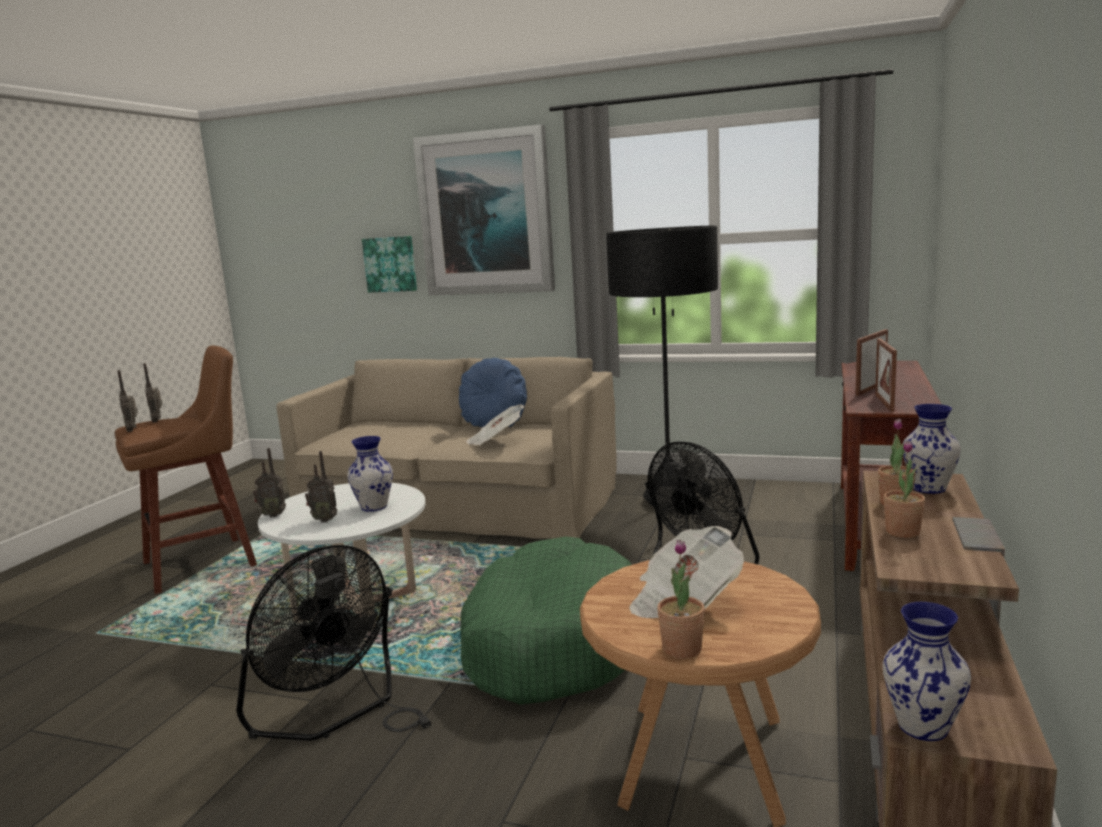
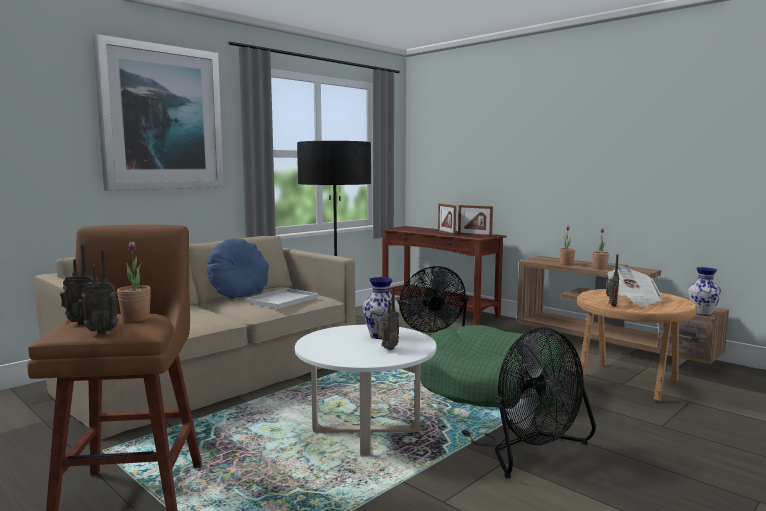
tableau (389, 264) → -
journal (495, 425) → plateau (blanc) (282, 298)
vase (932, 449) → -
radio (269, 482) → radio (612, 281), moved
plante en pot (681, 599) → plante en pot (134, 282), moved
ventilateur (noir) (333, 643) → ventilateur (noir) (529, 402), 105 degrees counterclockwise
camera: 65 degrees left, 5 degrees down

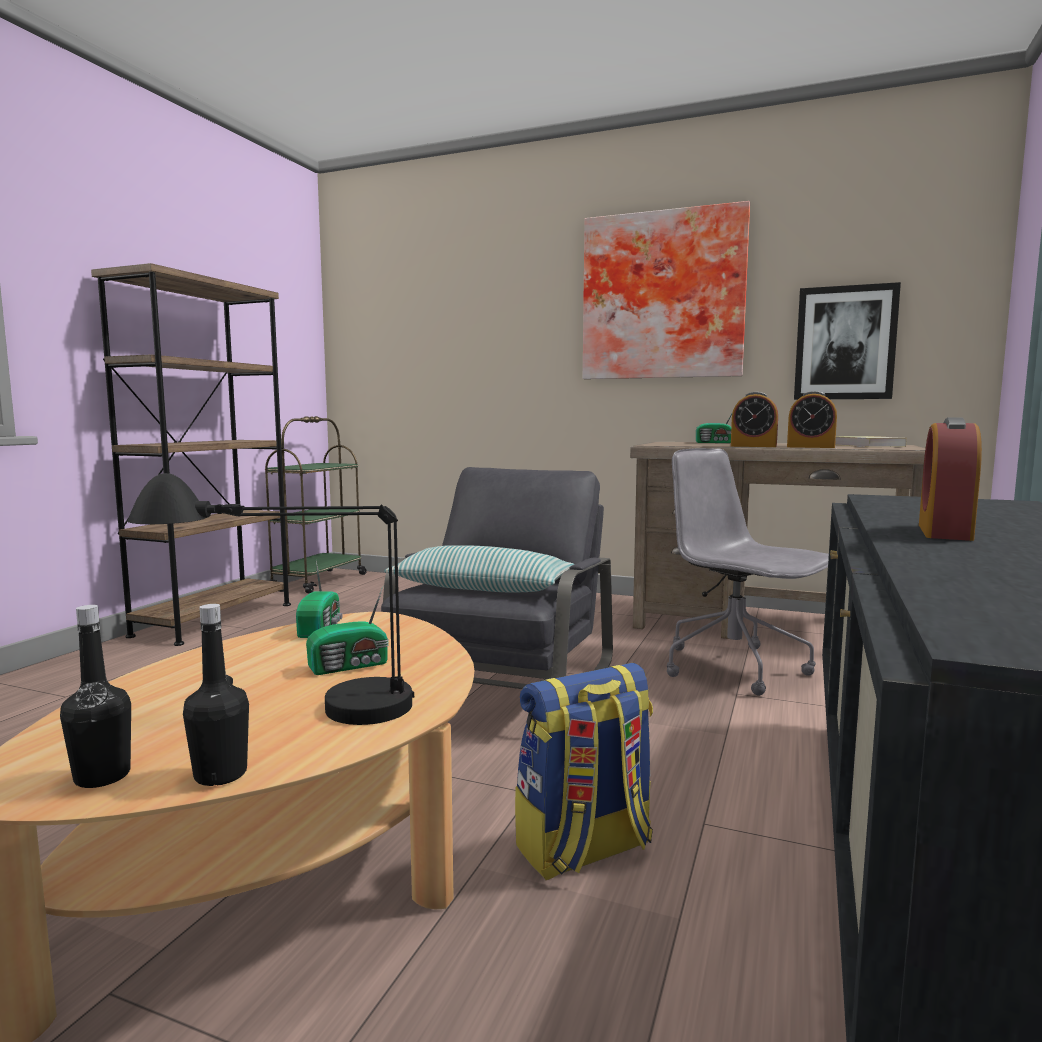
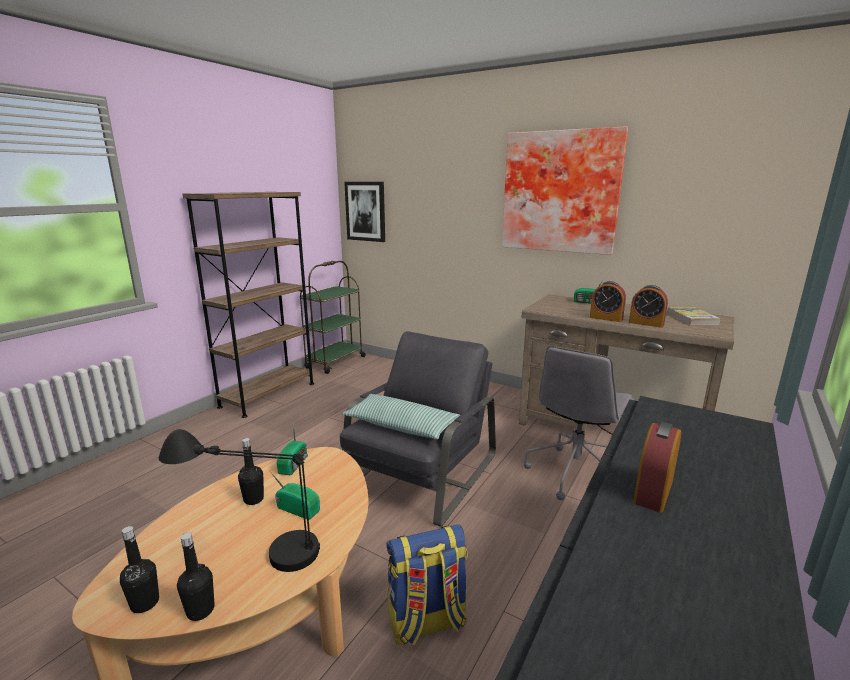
tableau (847, 341) → tableau (364, 212), moved
chaise de bureau (gris) (748, 572) → chaise de bureau (gris) (579, 423), 120 degrees counterclockwise
radio (347, 630) → radio (295, 495), 135 degrees counterclockwise
- → bouteille (noir) (251, 471)
camera: 10 degrees right, 10 degrees up

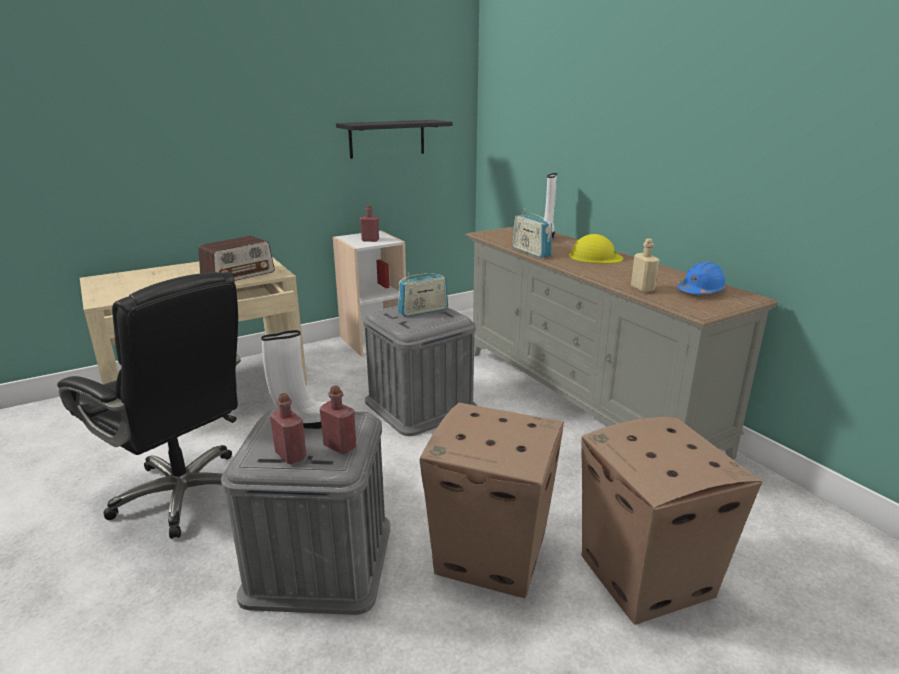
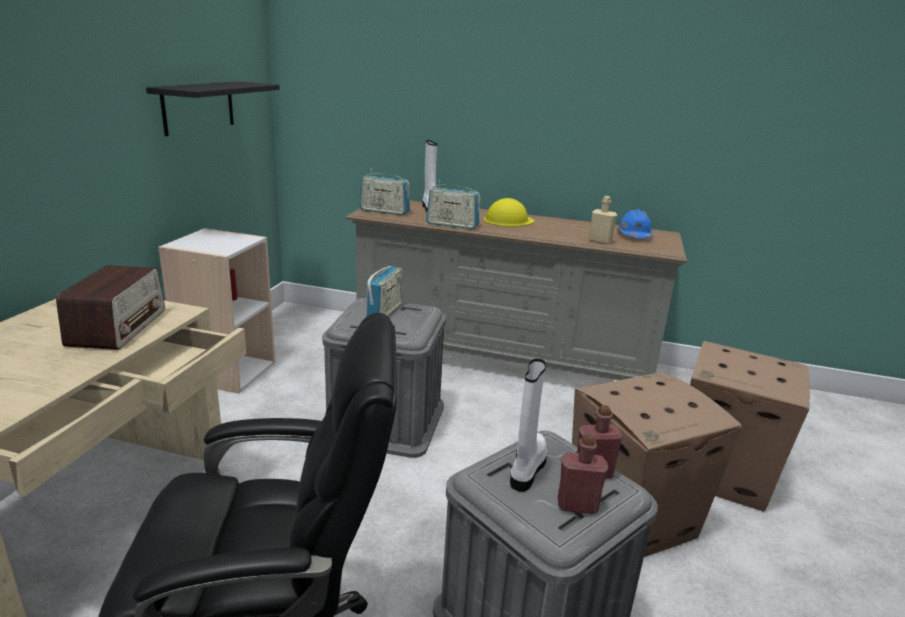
bouteille (rouge) (369, 223) → -
- → radio (385, 192)
camera: 45 degrees left, 0 degrees up

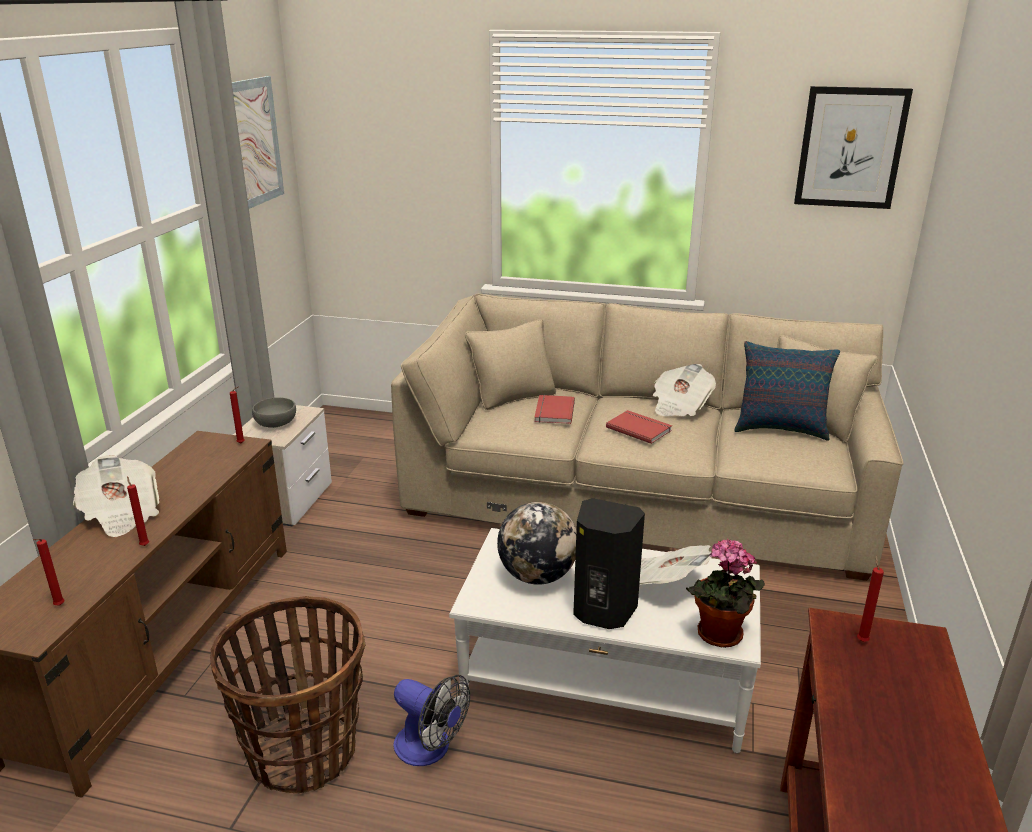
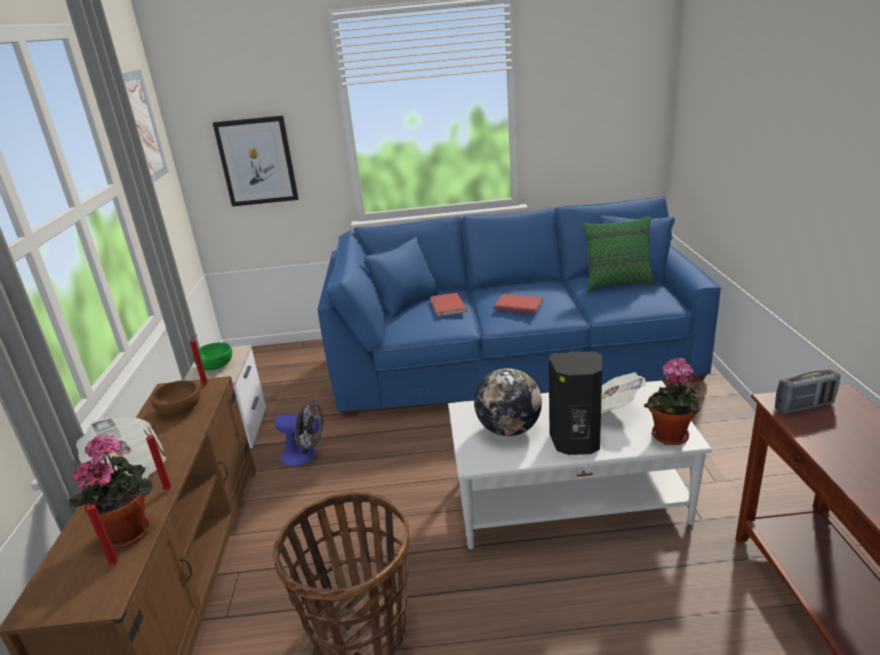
tableau (853, 147) → tableau (256, 160), moved
canapé (beige) (647, 437) → canapé (bleu) (519, 306)
coussin (bleu) (787, 391) → coussin (vert) (619, 255)
journal (684, 390) → -
bol (gris) (274, 412) → bol (vert) (212, 356)
bougie (rouge) (870, 599) → radio (808, 391)
ventilateur (431, 720) → ventilateur (299, 433), moved
- → bol (marron) (175, 398)
- → plante en pot (111, 491)
camera: 15 degrees left, 0 degrees up

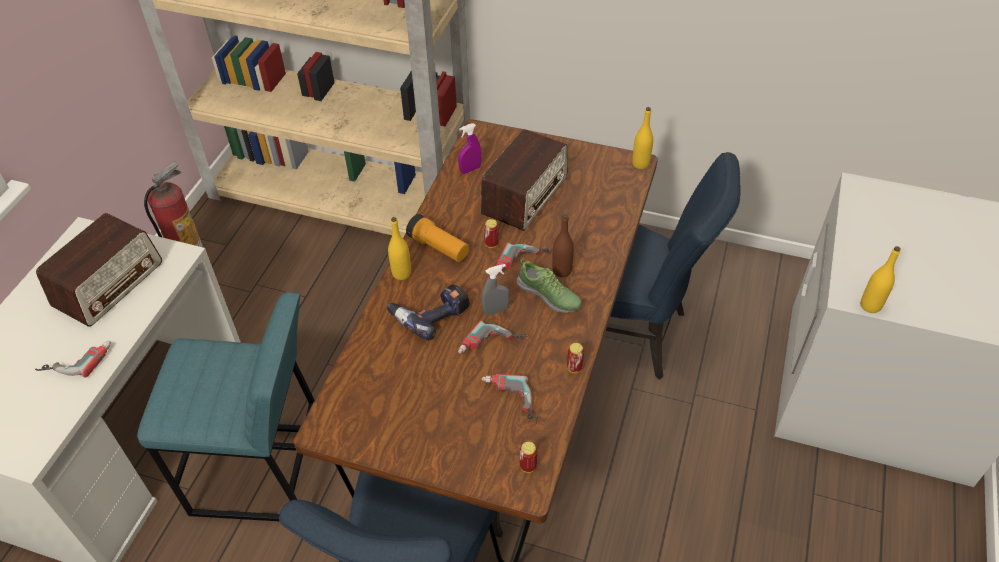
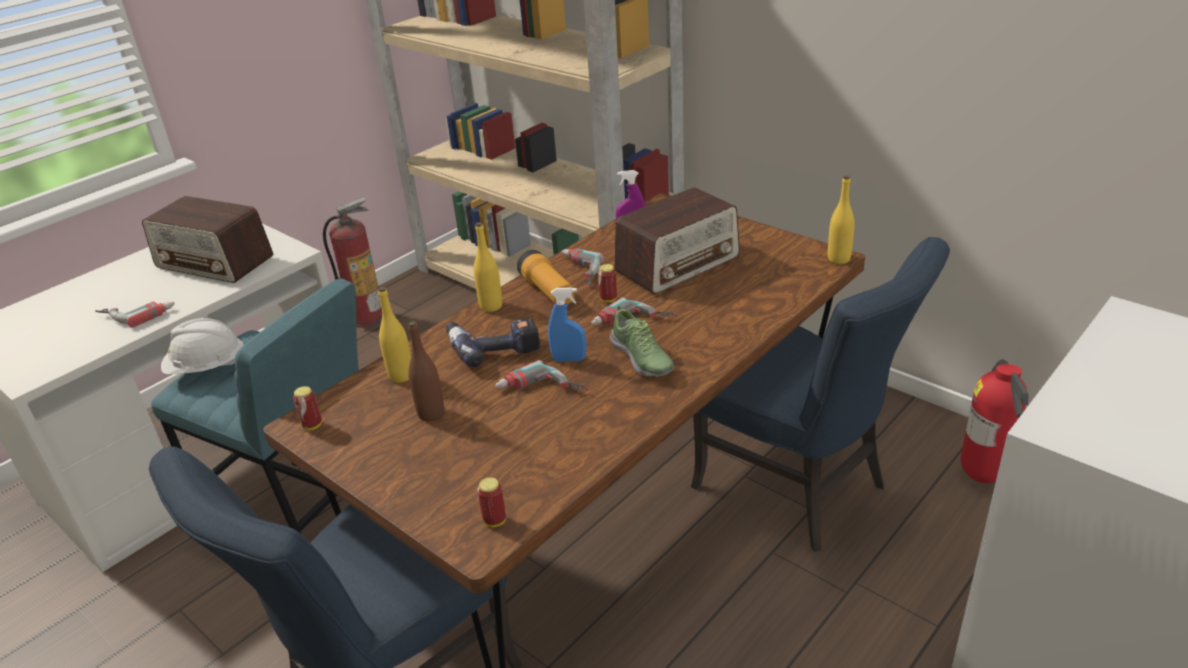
radio (99, 270) → radio (207, 239), 60 degrees clockwise
bouteille (marron) (563, 245) → bouteille (marron) (426, 371), moved
bouteille (jaune) (881, 279) → bouteille (jaune) (394, 335), moved
vaporisateur (gris) (495, 290) → vaporisateur (bleu) (567, 324)
boîte métallique (575, 358) → boîte métallique (307, 408), moved
perceuse (509, 399) → perceuse (582, 267), moved
- → casque de chantier (blanc) (202, 346)
- → extincteur (995, 421)
camera: 25 degrees right, 15 degrees down

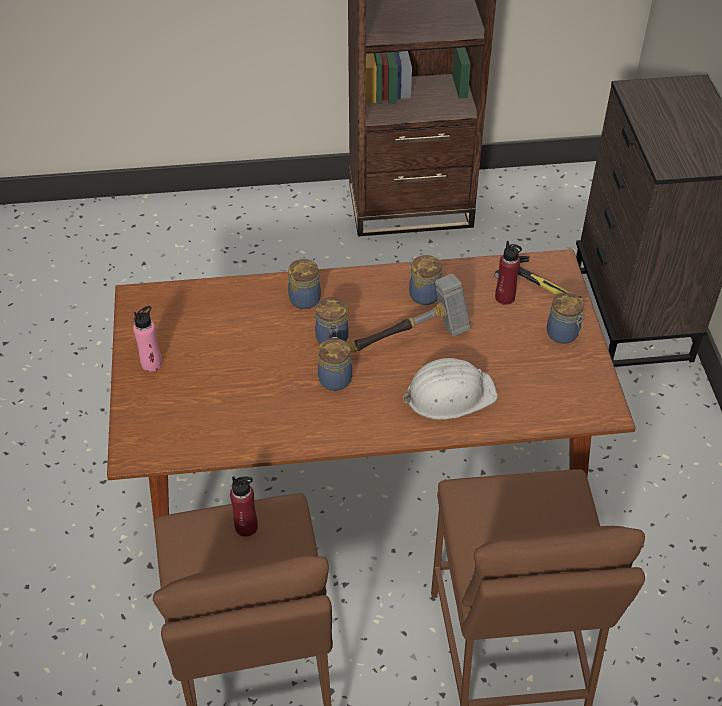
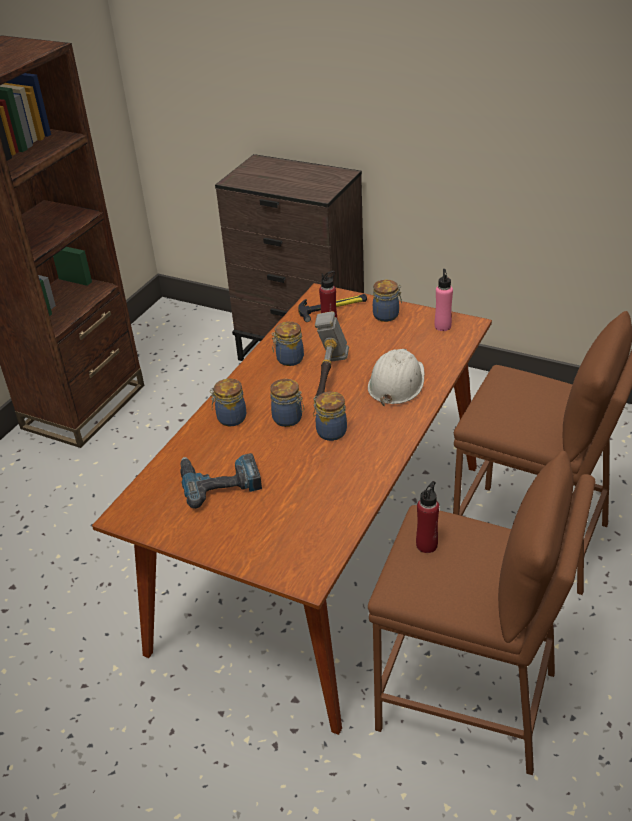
bouteille (rose) (147, 339) → bouteille (rose) (444, 300), moved
- → perceuse (221, 481)
camera: 55 degrees left, 10 degrees down

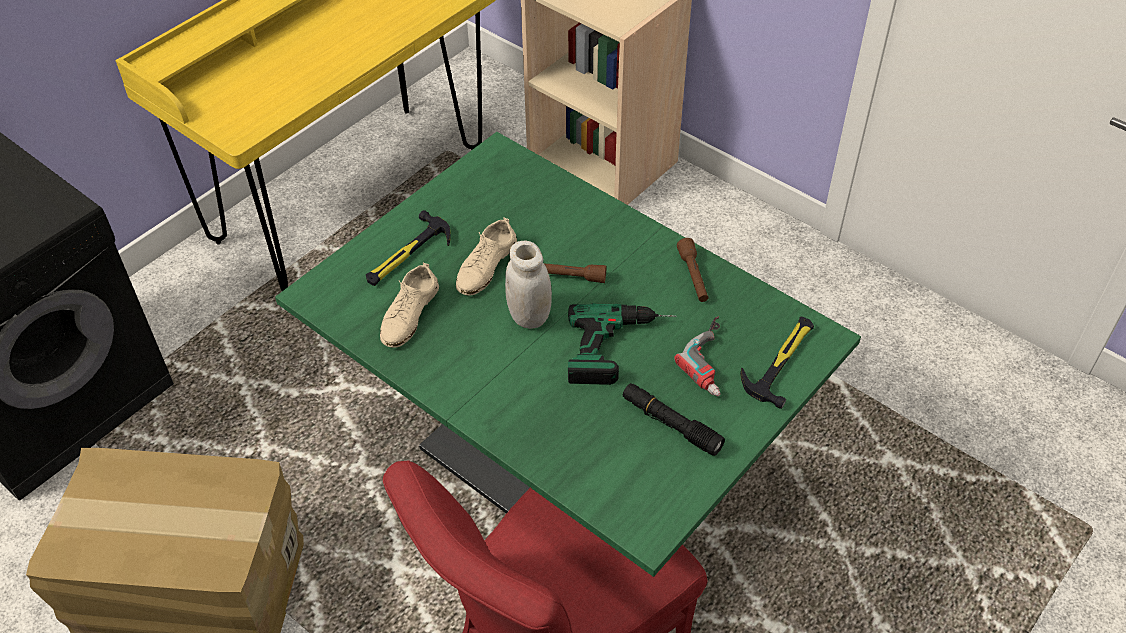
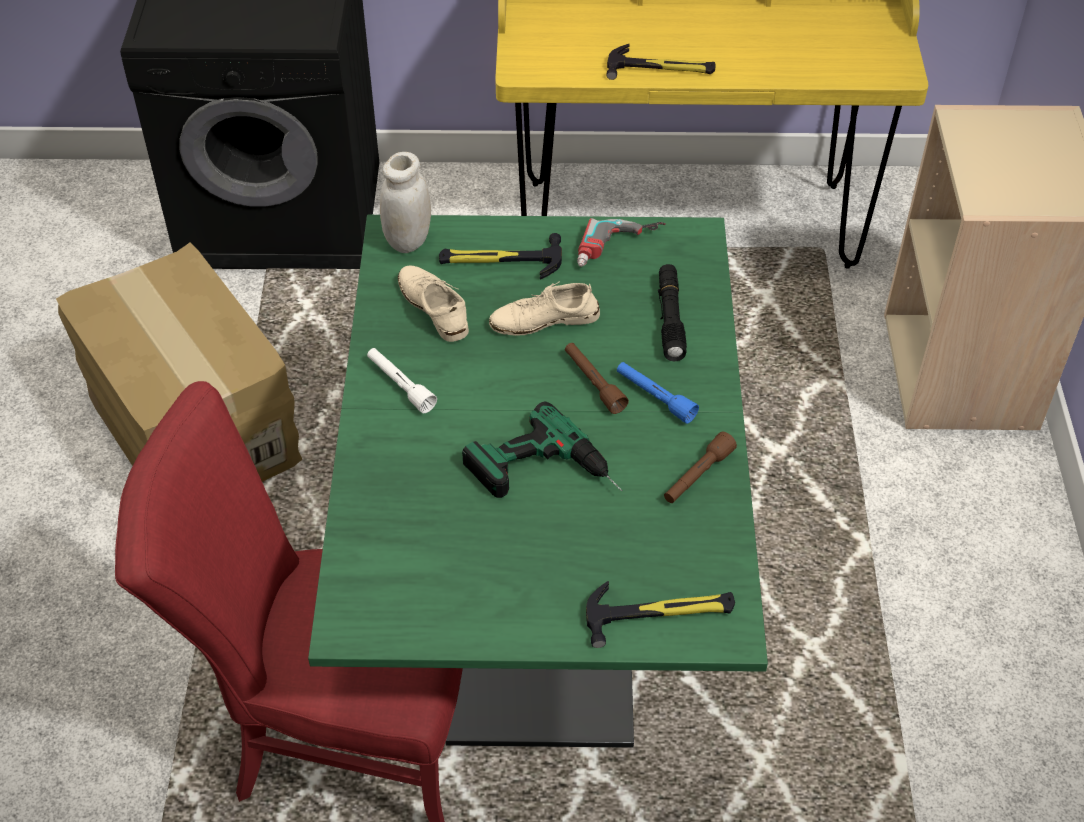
bocal (blanc) (528, 285) → bocal (blanc) (405, 202), moved
chaussure (beige) (409, 305) → chaussure (beige) (433, 303), 75 degrees clockwise
perceuse (697, 356) → perceuse (621, 242), moved
lampe de poche (noir) (674, 419) → lampe de poche (noir) (672, 312), moved
- → marteau (660, 62)
- → lampe de poche (blanc) (402, 380)
- → lampe de poche (bleu) (658, 393)
camera: 50 degrees right, 0 degrees up

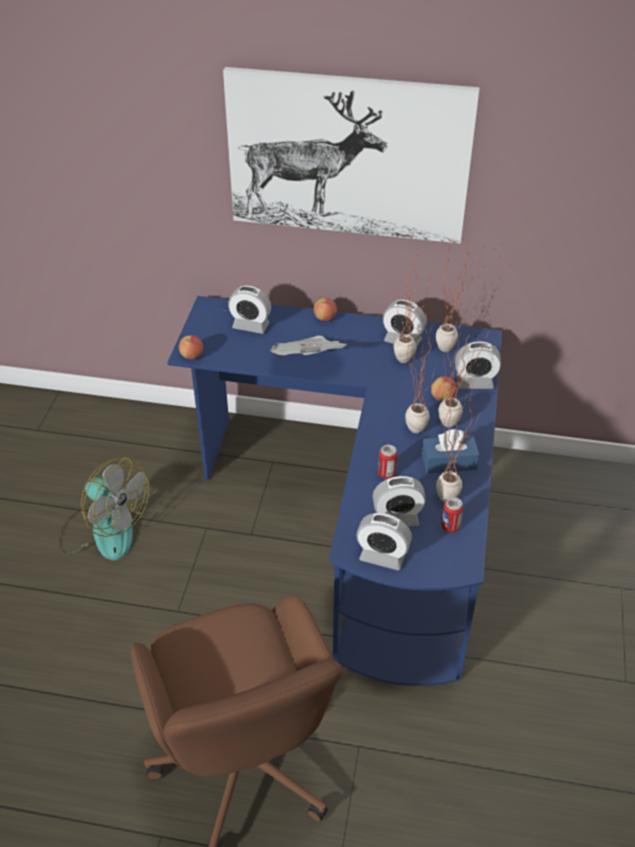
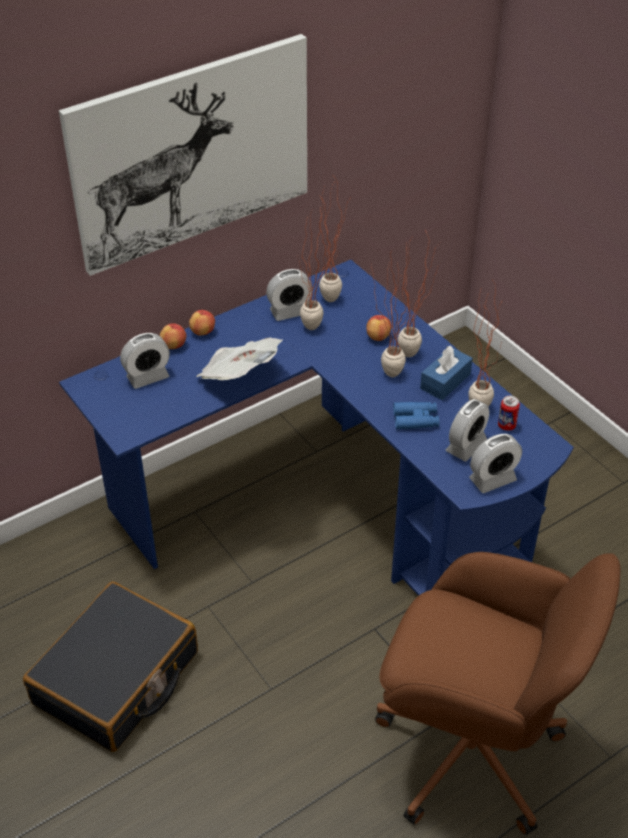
pomme (191, 347) → pomme (173, 336), moved
réveil (478, 365) → -
boîte métallique (388, 462) → jumelles (bleu) (416, 415)
ventilateur (103, 508) → valise (noir) (110, 666)
camera: 45 degrees left, 0 degrees up

